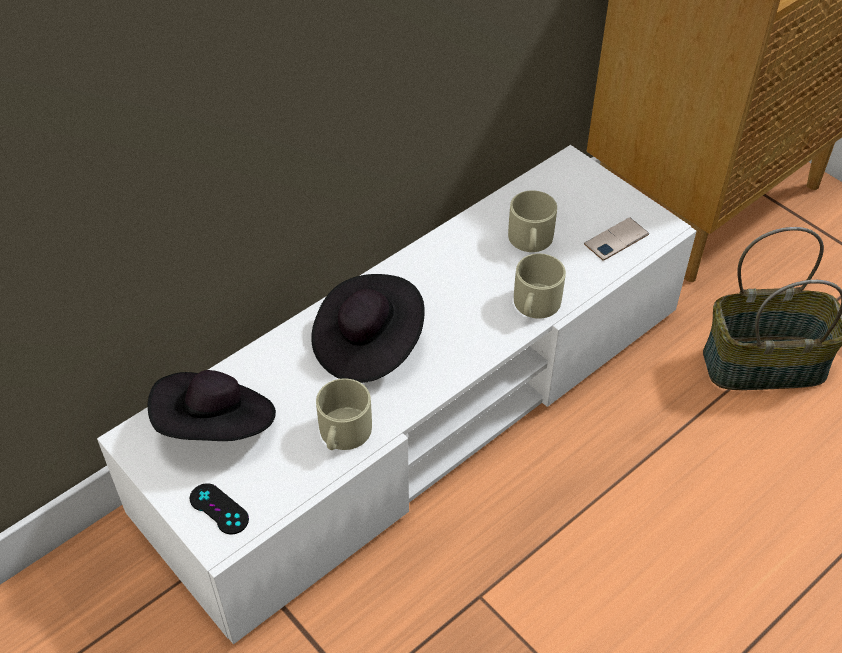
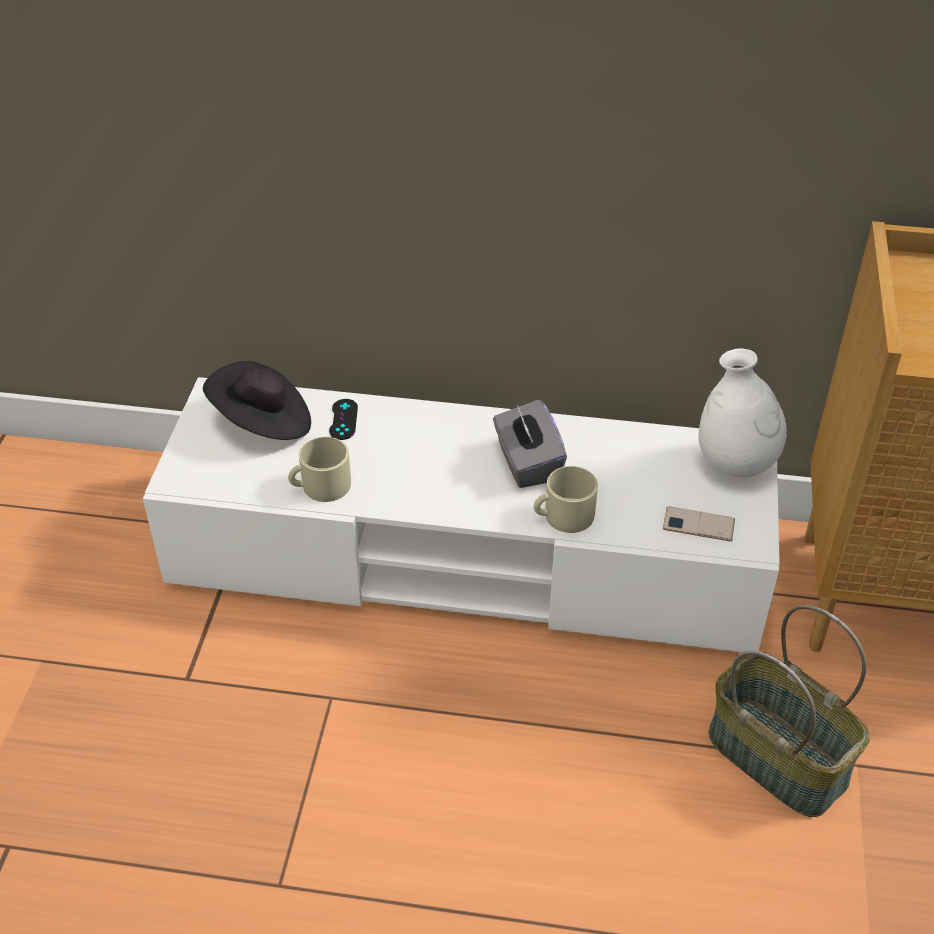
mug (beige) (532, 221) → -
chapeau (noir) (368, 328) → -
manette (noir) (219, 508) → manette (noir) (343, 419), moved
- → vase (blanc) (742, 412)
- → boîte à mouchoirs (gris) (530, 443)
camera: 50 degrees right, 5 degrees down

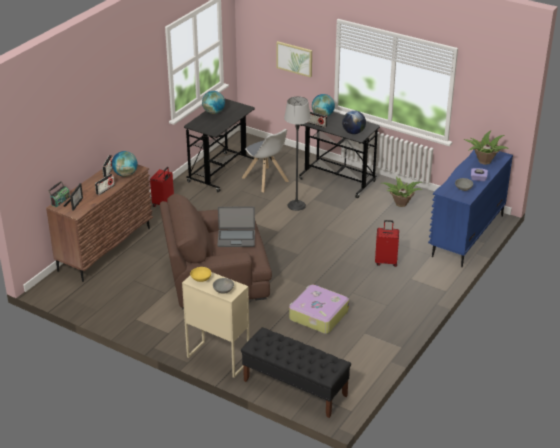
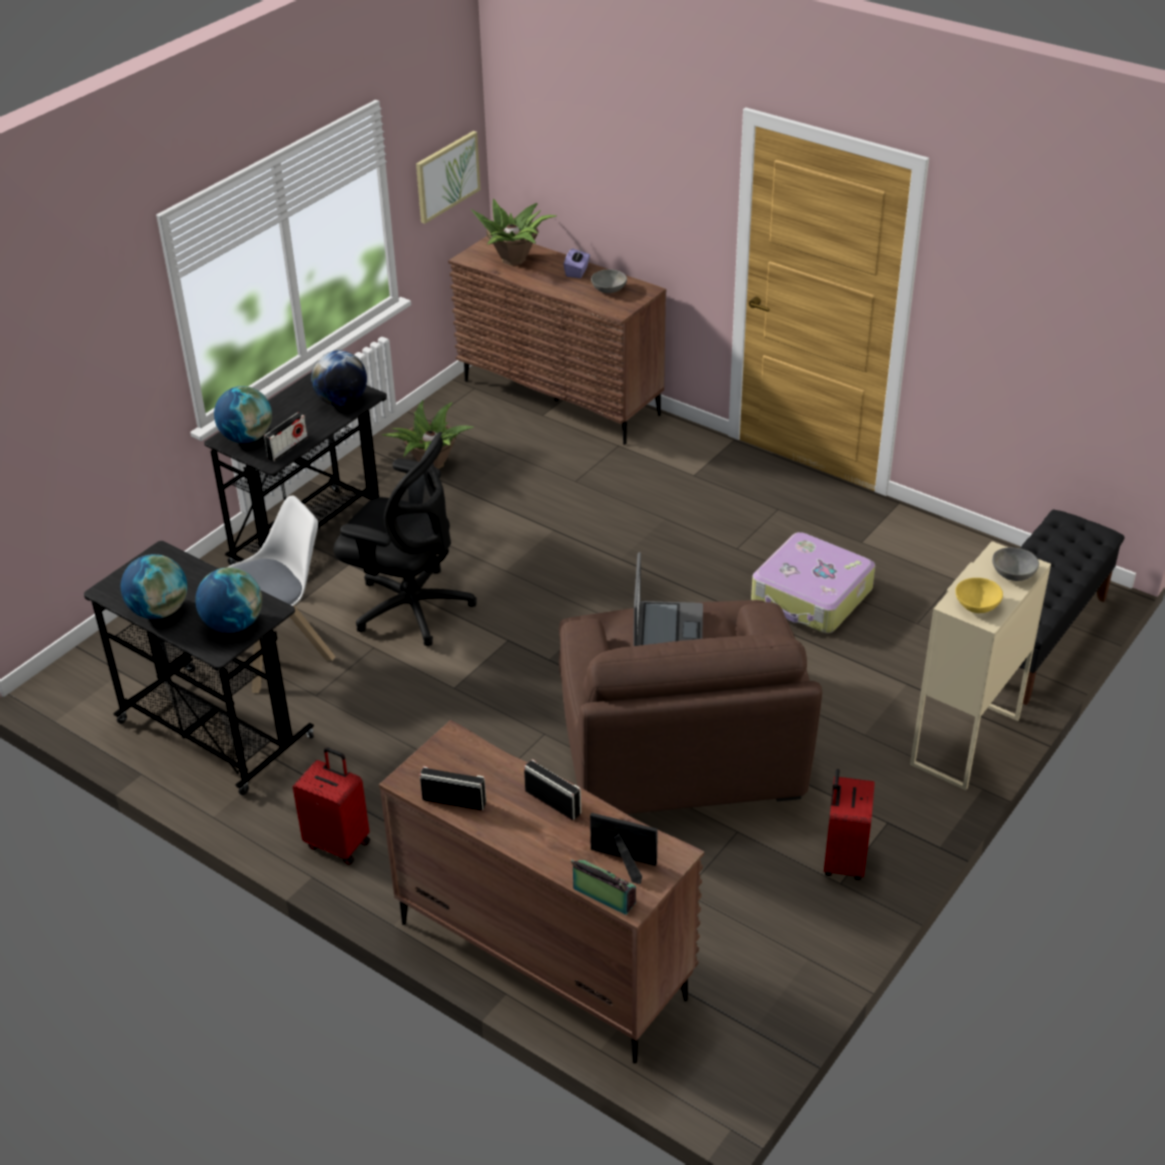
tableau (294, 59) → tableau (448, 177), moved
lampadaire (297, 153) → chaise de bureau (noir) (405, 539)
commode (bleu) (470, 208) → commode (marron) (557, 340)
globe (125, 164) → globe (228, 600), moved
valise (rouge) (387, 243) → valise (rouge) (849, 824), moved
camera: 85 degrees left, 5 degrees up

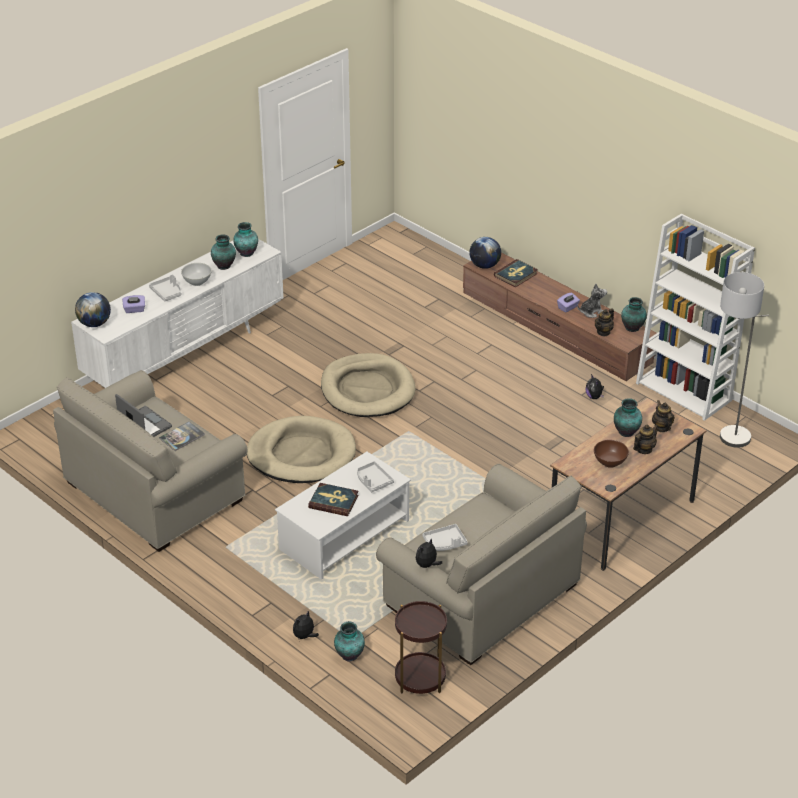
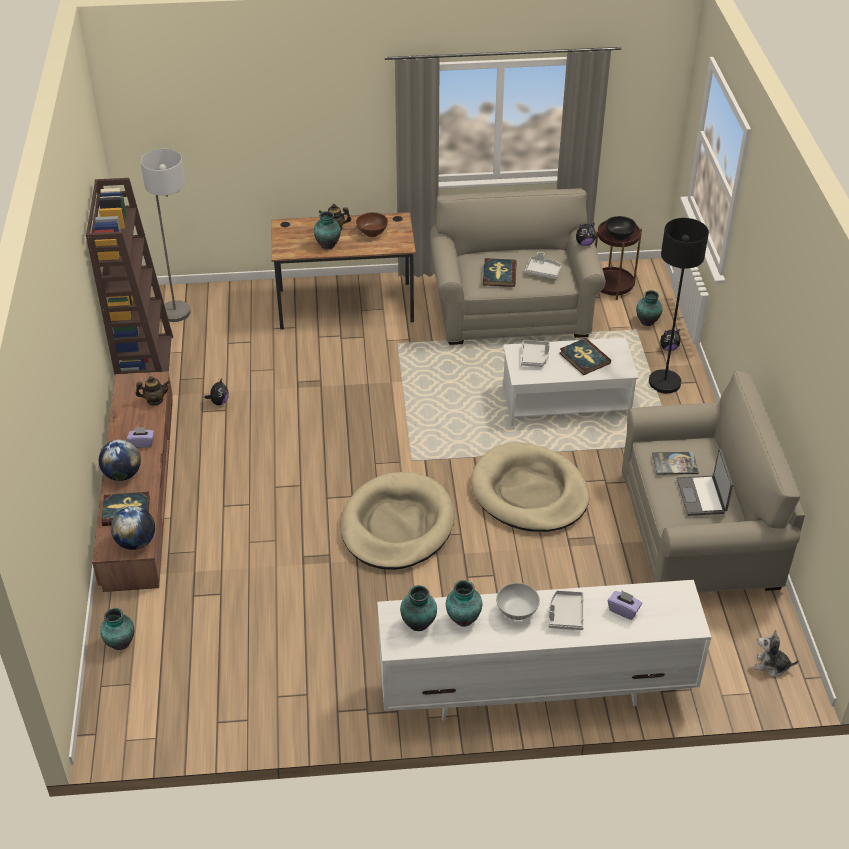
bibliothèque (blanc) (695, 317) → bibliothèque (marron) (129, 276)
peluche (592, 301) → peluche (776, 653), moved
globe (93, 309) → globe (120, 460), moved
vase (634, 314) → vase (117, 629), moved
théière (663, 416) → -
- → bol (noir) (620, 228)
- → lampadaire (noir) (679, 305)
- → livre (500, 272)
camera: 140 degrees left, 5 degrees up

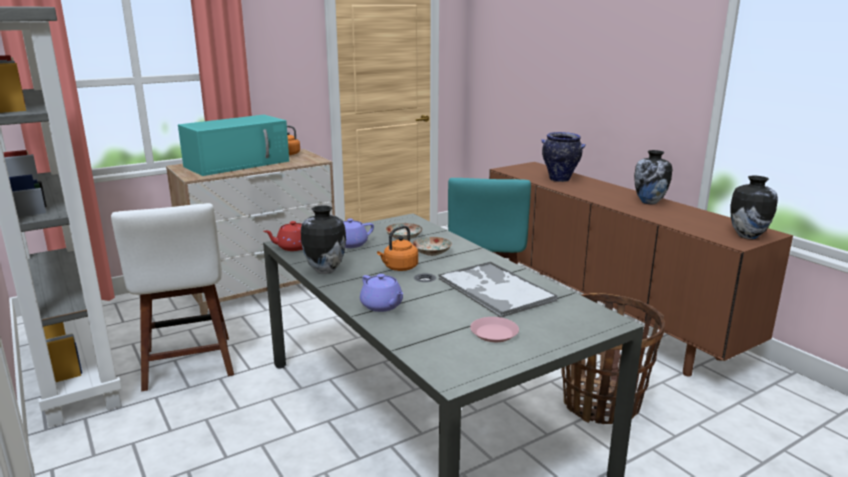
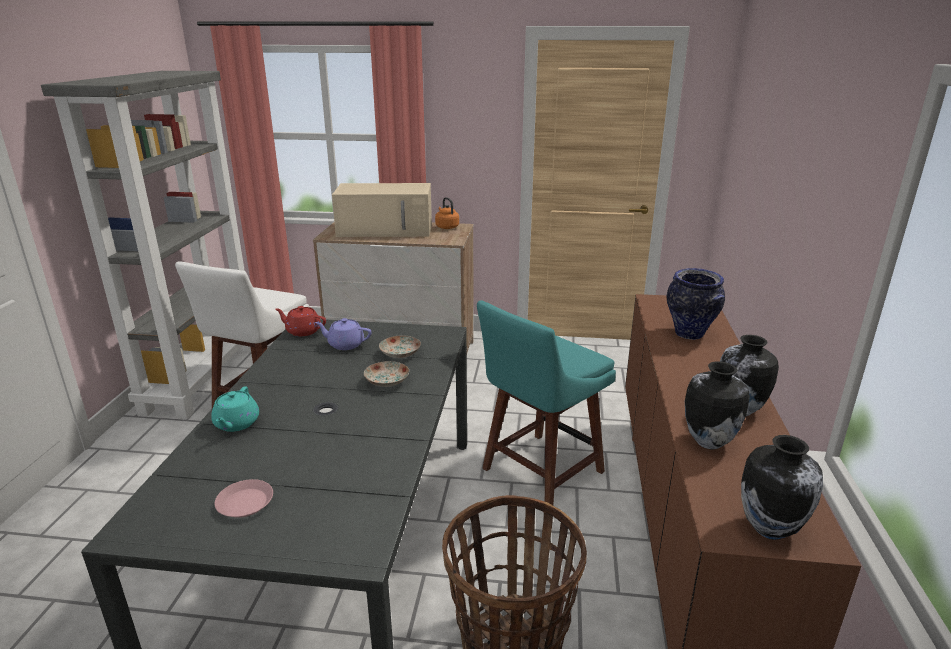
micro-ondes (turquoise) (233, 145) → micro-ondes (beige) (382, 210)
vase (323, 239) → vase (717, 405), moved
bouilloire (orange) (397, 248) → -
plateau (497, 289) → -
théière (violet) (381, 293) → théière (turquoise) (235, 409)
camera: 40 degrees right, 5 degrees up

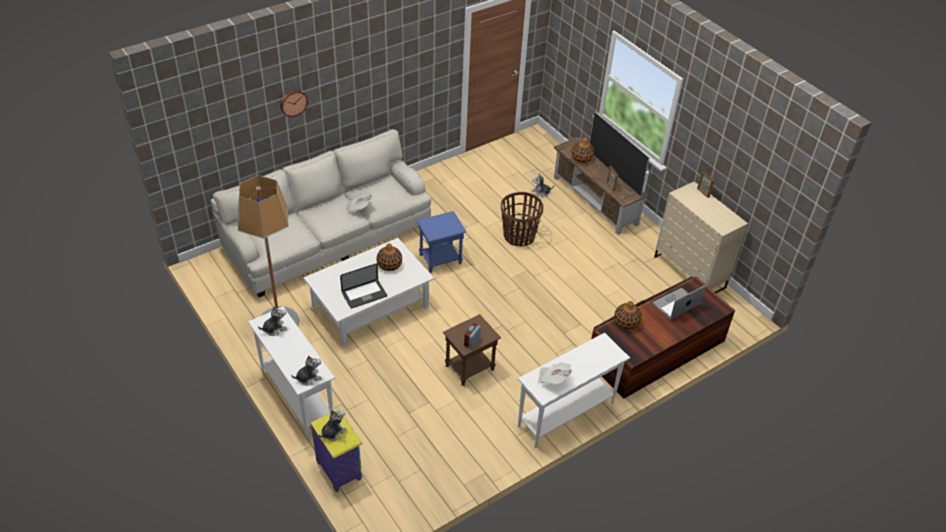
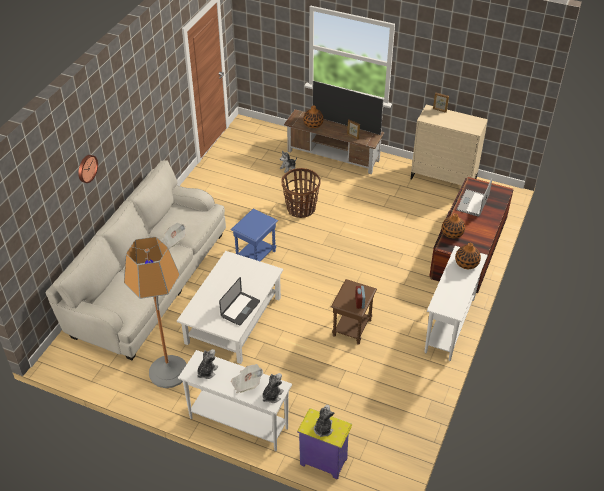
vase (389, 257) → vase (468, 256), moved
journal (555, 373) → journal (247, 378), moved
camera: 30 degrees left, 0 degrees up

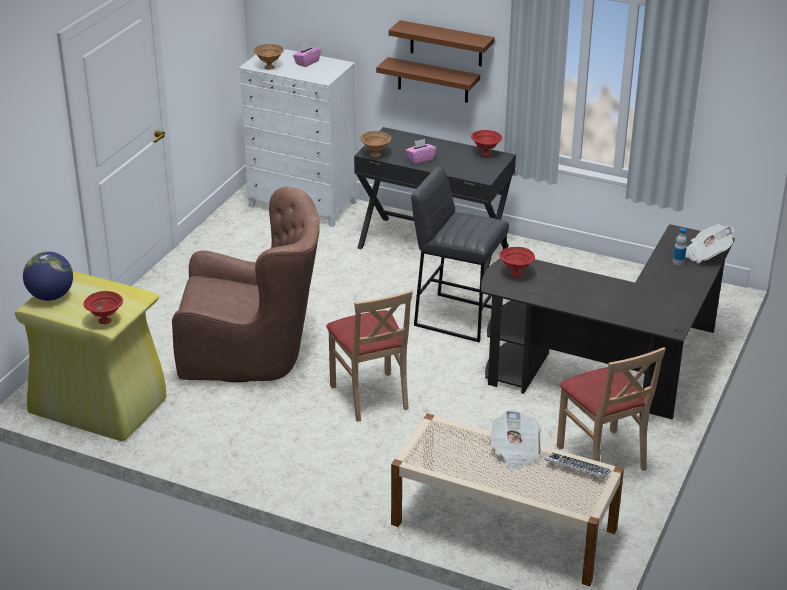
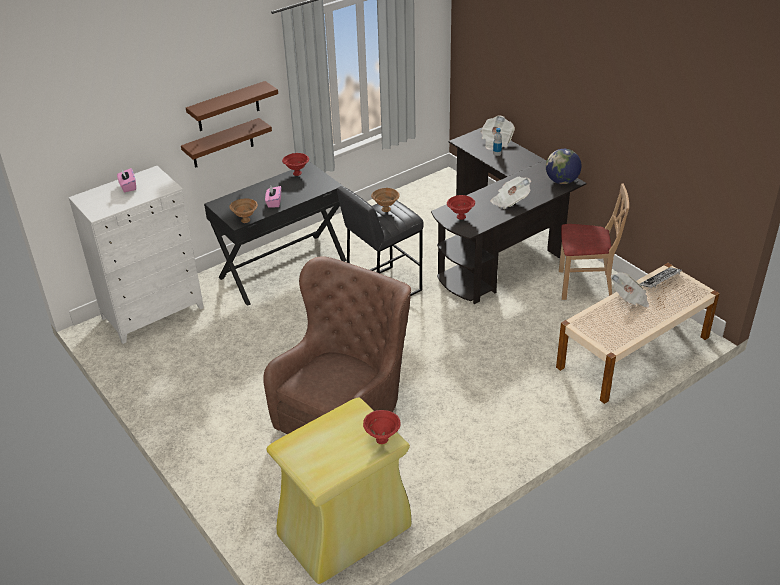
bol (marron) (269, 57) → bol (marron) (385, 200), moved
globe (48, 276) → globe (563, 166), moved
chaise (beige) (369, 356) → -
- → journal (511, 193)
camera: 60 degrees left, 5 degrees up

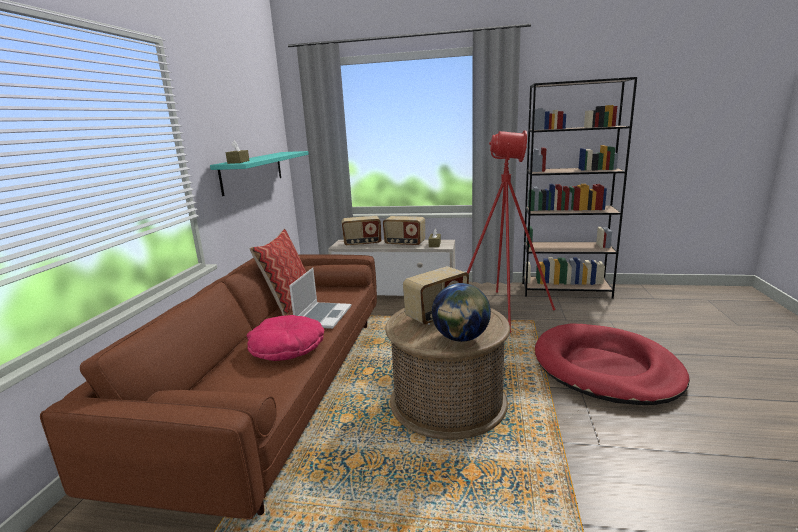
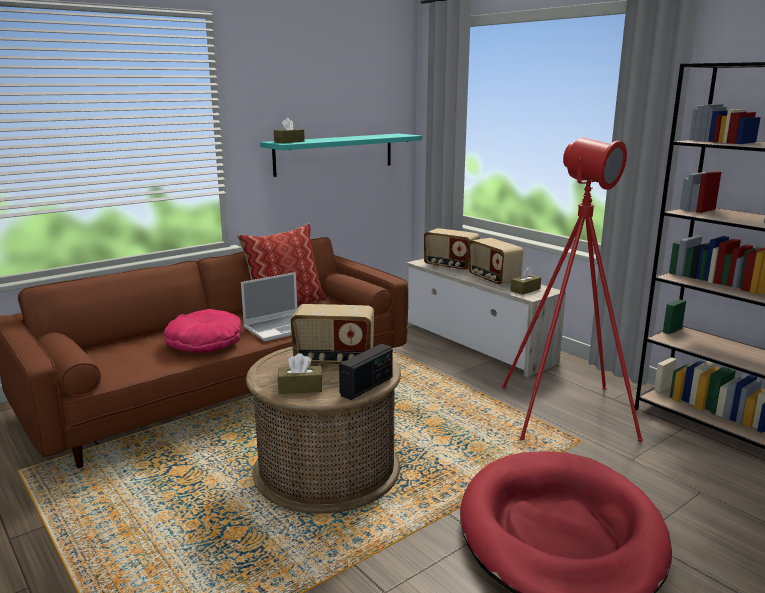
globe (461, 312) → boîte à mouchoirs (marron) (300, 373)
- → radio (366, 372)
camera: 40 degrees right, 0 degrees up

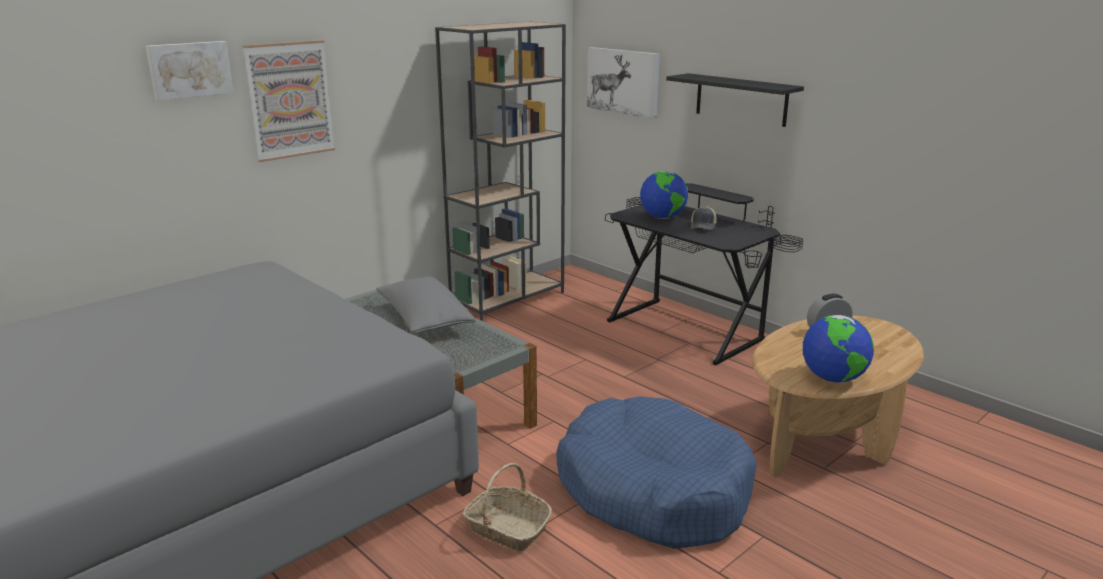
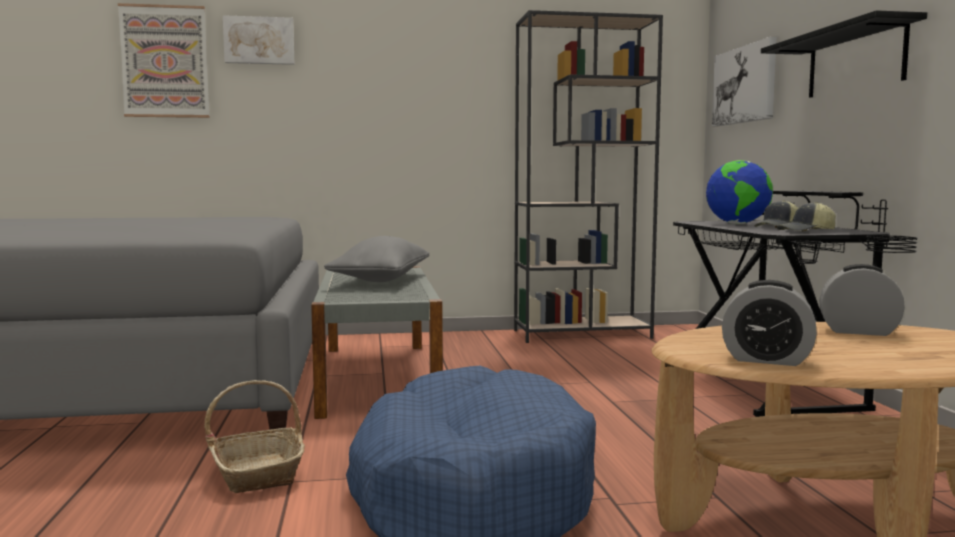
tableau (289, 101) → tableau (164, 60), moved
globe (838, 349) → réveil (769, 323)
- → casquette (806, 217)
camera: 35 degrees right, 15 degrees down

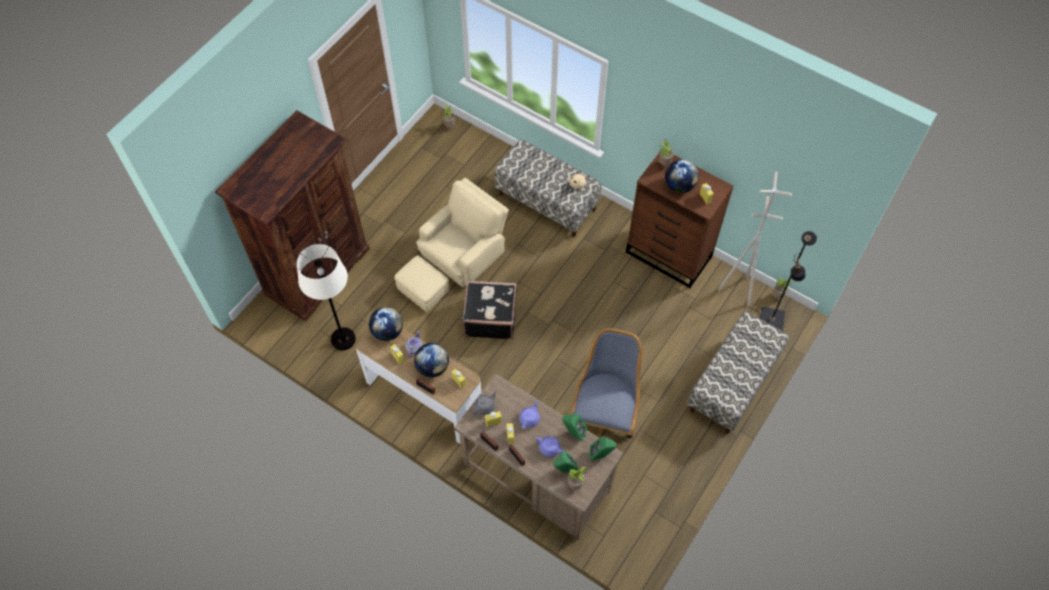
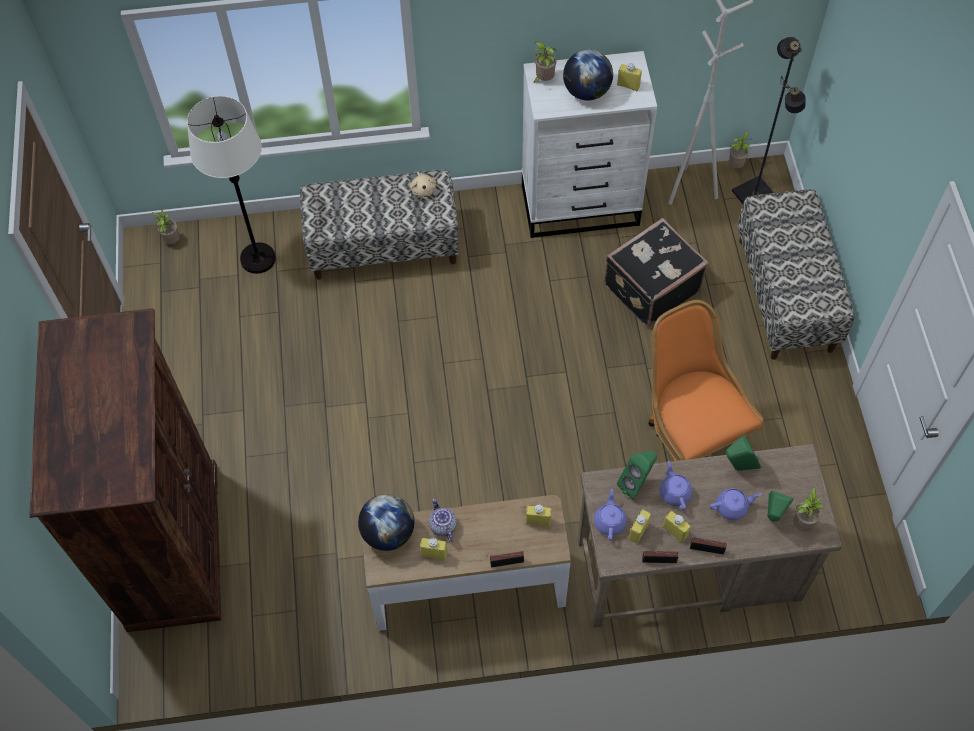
commode (marron) (679, 220) → commode (blanc) (589, 144)
fauteuil (beige) (451, 245) → -
lampadaire (blanc) (326, 297) → lampadaire (blanc) (231, 185), moved
valise (noir) (489, 309) → valise (noir) (656, 272), moved
chaise de bureau (bleu) (606, 383) → chaise de bureau (orange) (706, 381)
globe (431, 360) → -
théière (gris) (485, 402) → théière (violet) (610, 515)
enceinte (vert) (602, 449) → enceinte (vert) (637, 474), moved
camera: 40 degrees left, 0 degrees up

